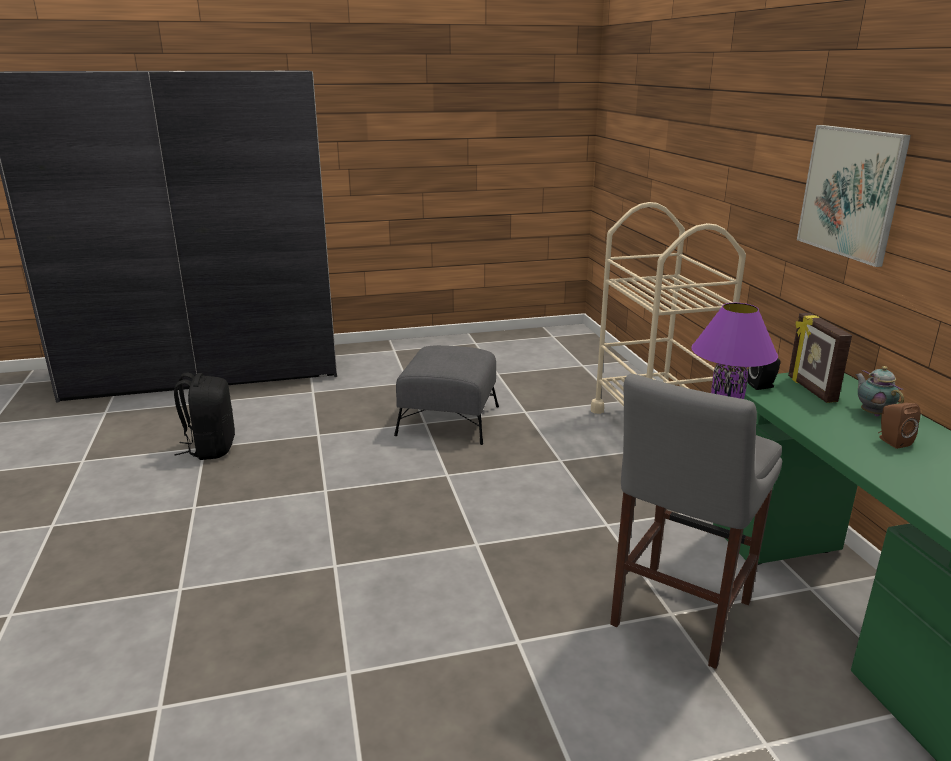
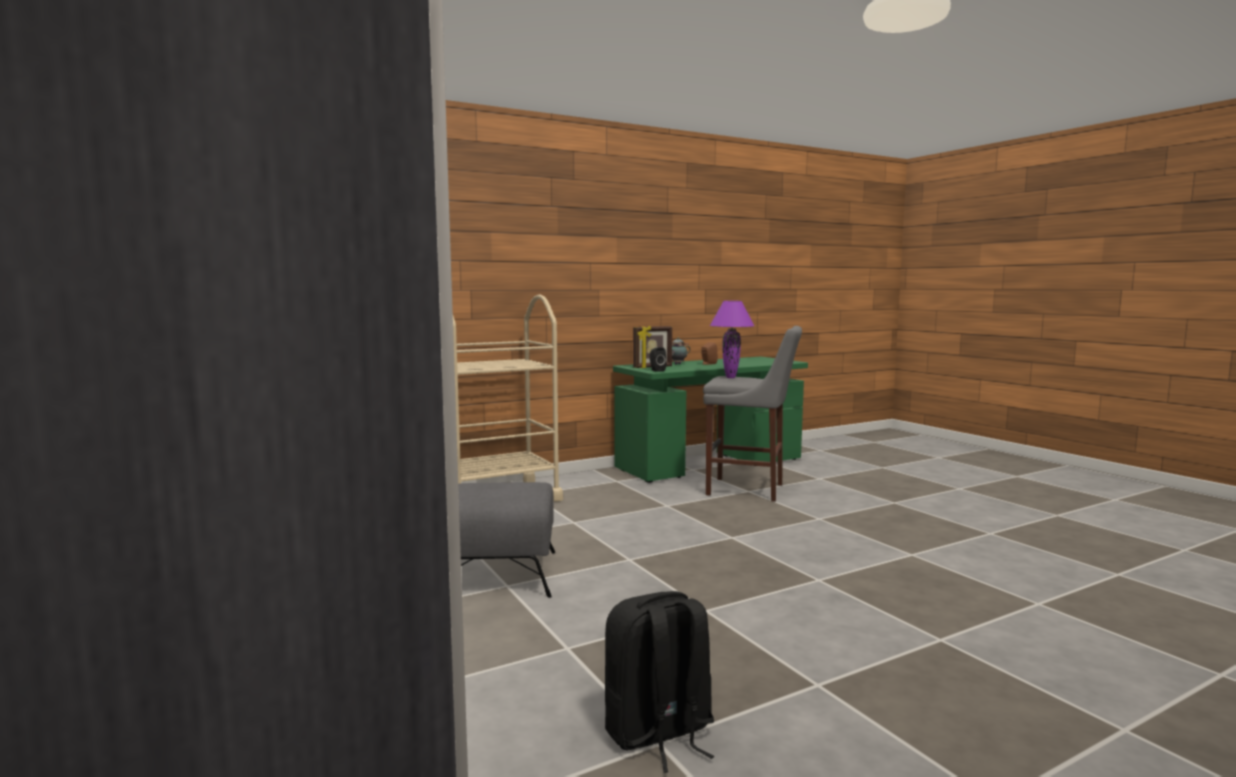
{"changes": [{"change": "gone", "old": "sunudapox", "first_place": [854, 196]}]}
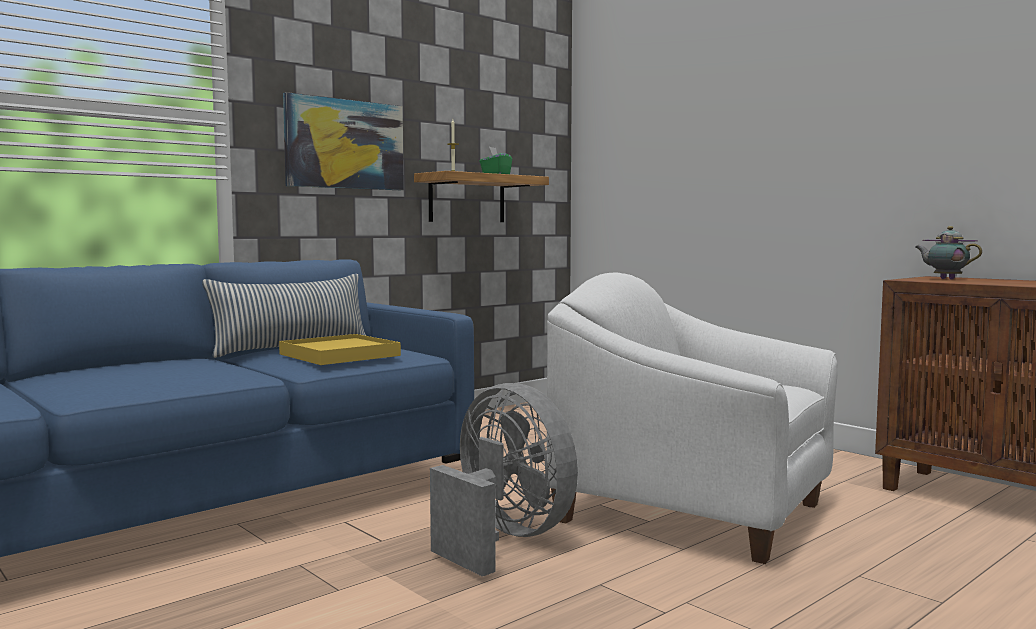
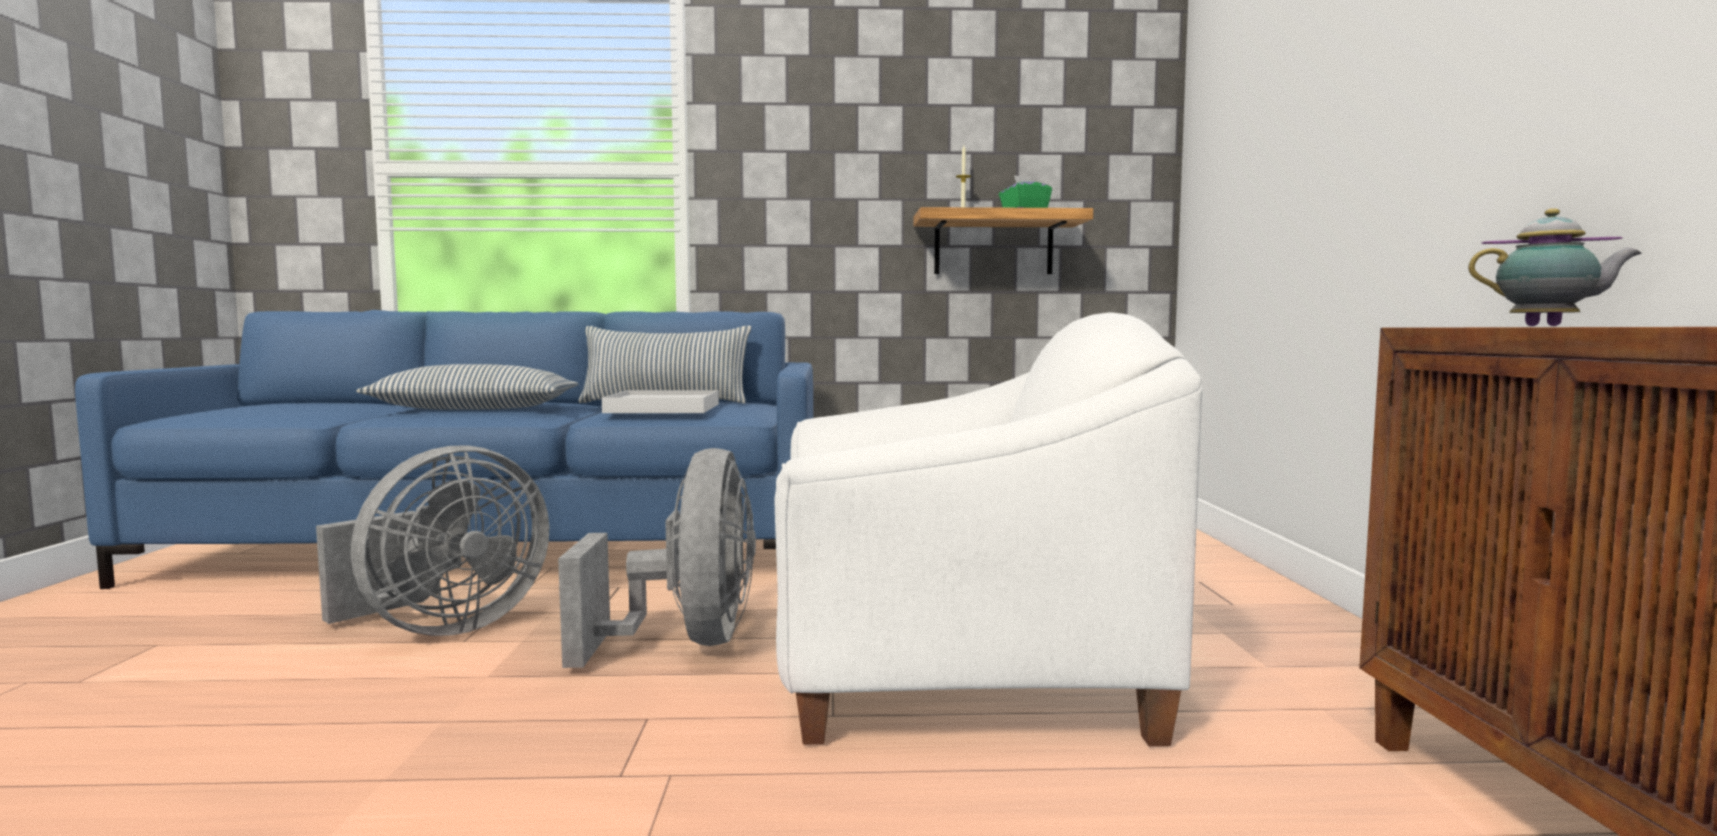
{"changes": [{"change": "repainted", "old": "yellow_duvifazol", "new": "white_duvifazol", "first_place": [340, 349], "second_place": [660, 401]}, {"change": "gone", "old": "sunudapox", "first_place": [343, 141]}, {"change": "rotated", "old": "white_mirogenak", "first_place": [692, 418], "second_place": [988, 529], "degrees": 105}, {"change": "rotated", "old": "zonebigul", "first_place": [948, 253], "second_place": [1555, 267], "degrees": 120}, {"change": "new", "new": "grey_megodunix", "second_place": [433, 540]}, {"change": "new", "new": "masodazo", "second_place": [467, 387]}]}
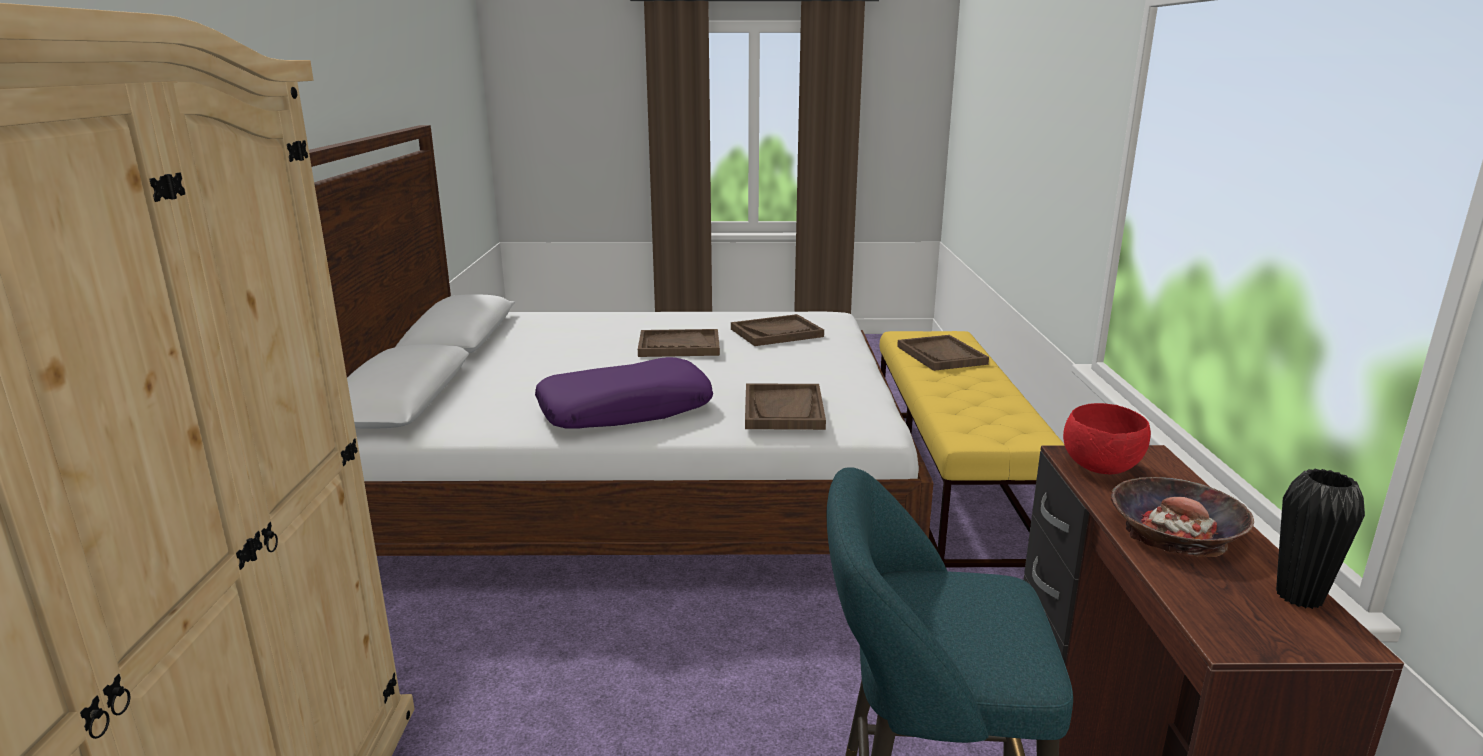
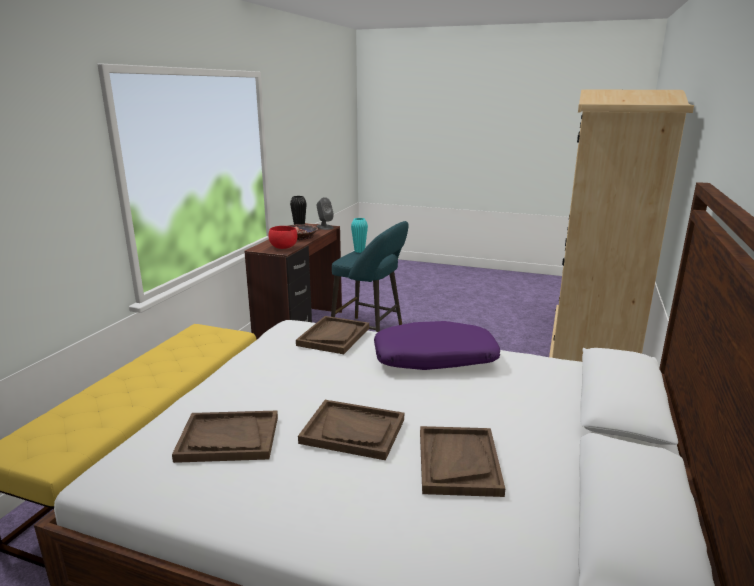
{"changes": [{"change": "shifted", "old": "brown_duvifazol", "first_place": [943, 353], "second_place": [462, 461]}, {"change": "new", "new": "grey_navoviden", "second_place": [325, 213]}, {"change": "new", "new": "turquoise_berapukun", "second_place": [359, 235]}]}
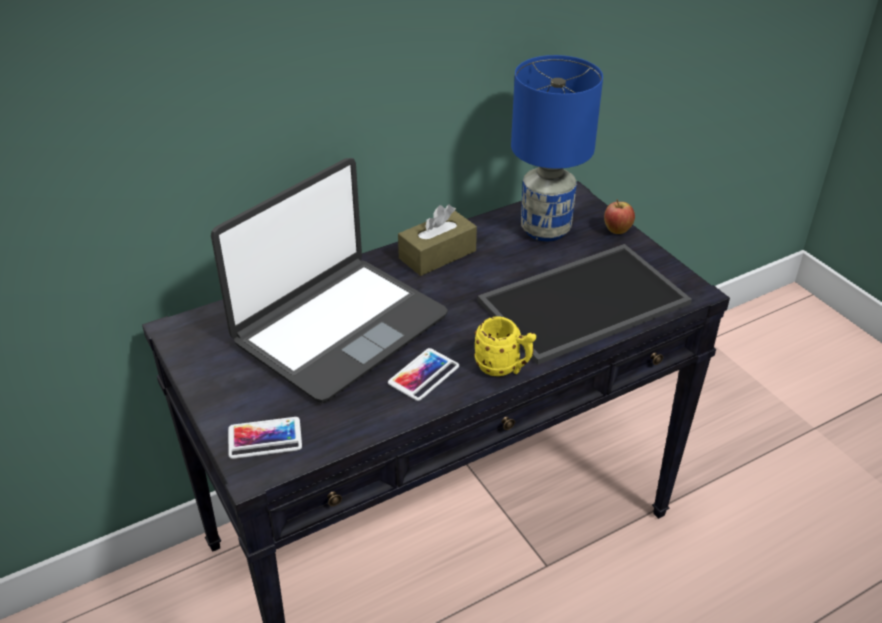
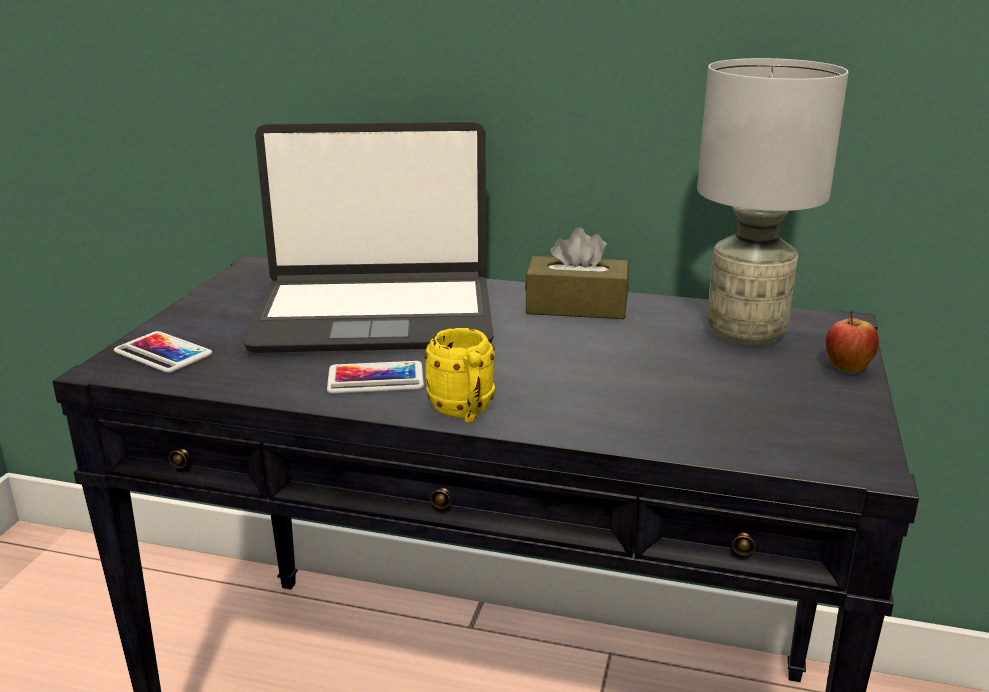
{"changes": [{"change": "gone", "old": "duvifazol", "first_place": [584, 304]}, {"change": "repainted", "old": "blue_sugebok", "new": "grey_sugebok", "first_place": [557, 148], "second_place": [773, 202]}]}
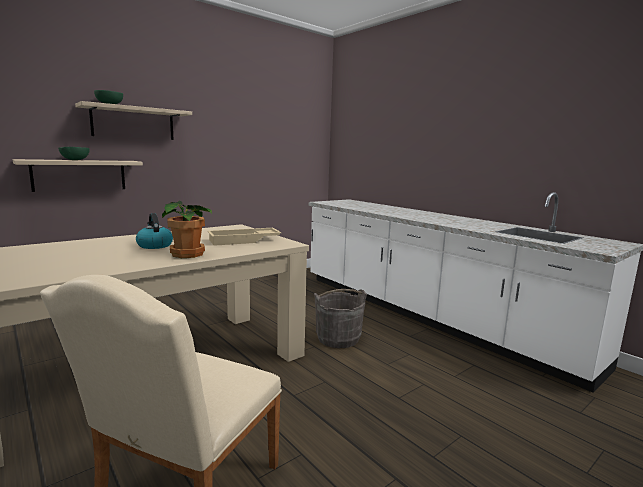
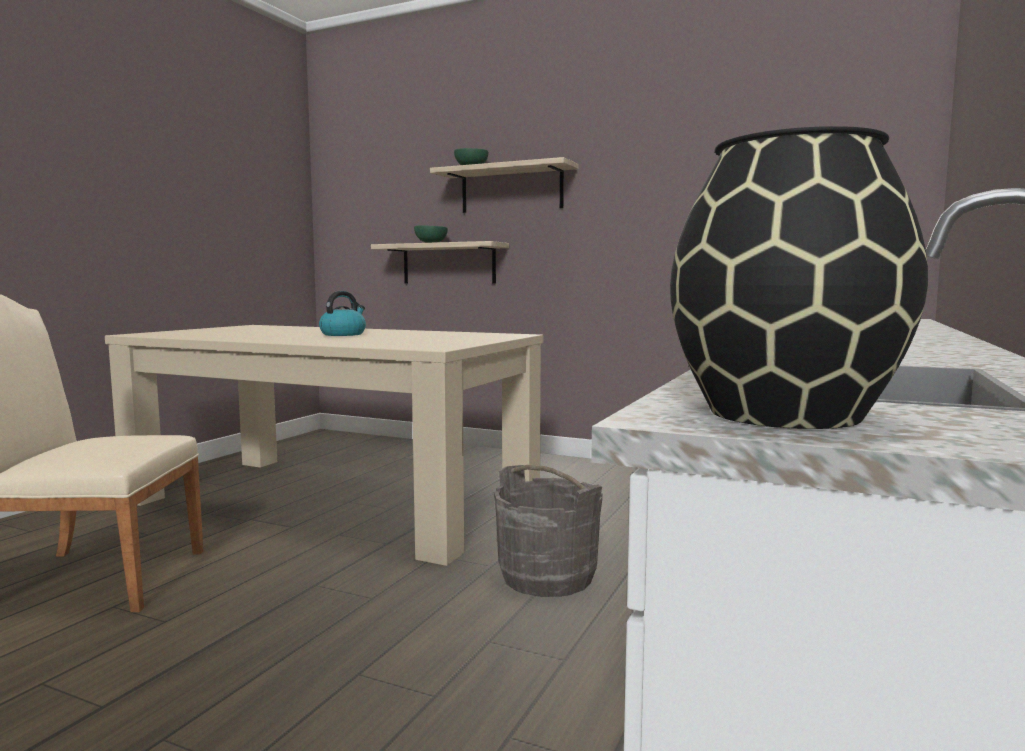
{"changes": [{"change": "gone", "old": "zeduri", "first_place": [187, 229]}, {"change": "gone", "old": "beige_duvifazol", "first_place": [244, 237]}, {"change": "new", "new": "black_berapukun", "second_place": [799, 277]}]}
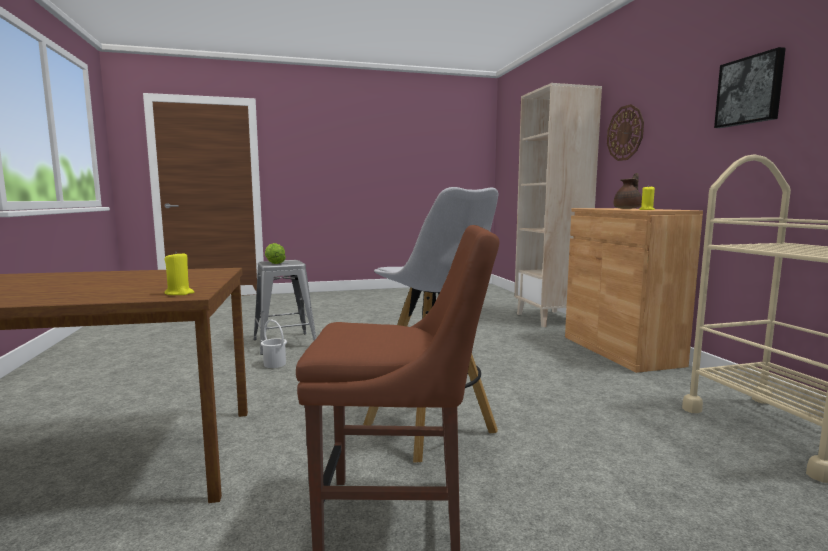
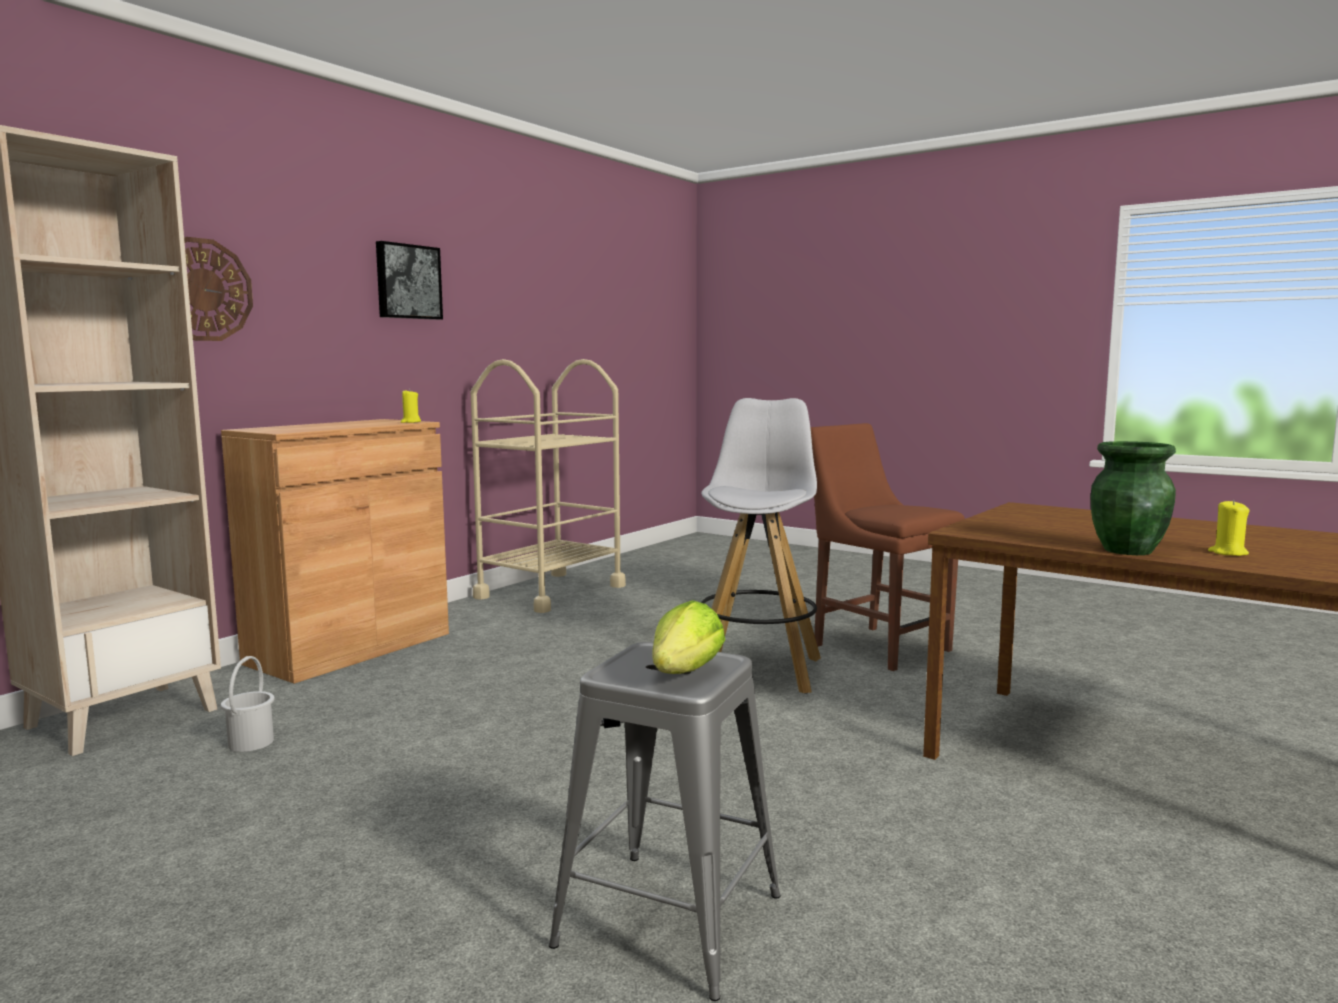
{"changes": [{"change": "shifted", "old": "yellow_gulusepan", "first_place": [179, 273], "second_place": [1229, 528]}, {"change": "shifted", "old": "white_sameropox", "first_place": [274, 343], "second_place": [248, 704]}, {"change": "gone", "old": "brown_zonebigul", "first_place": [628, 191]}, {"change": "new", "new": "green_berapukun", "second_place": [1133, 498]}]}
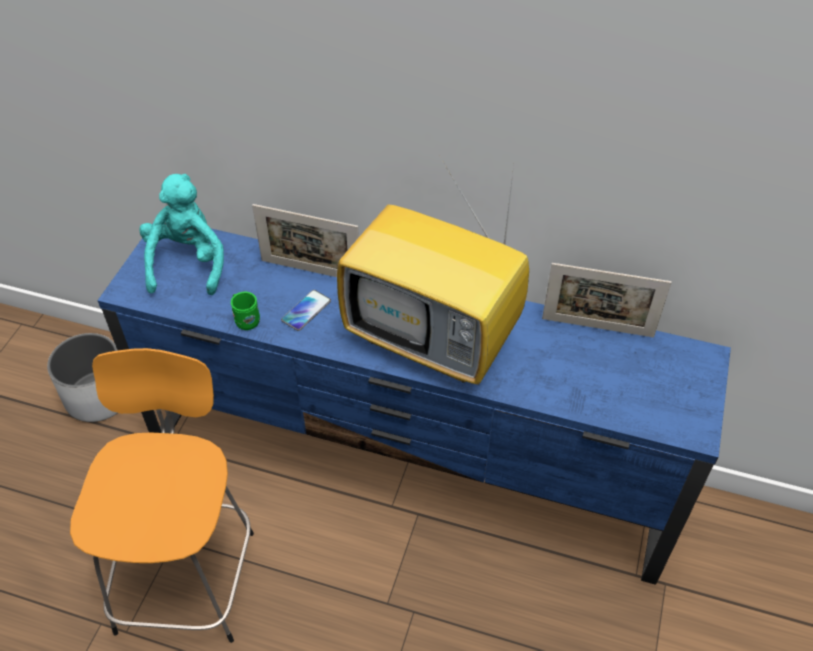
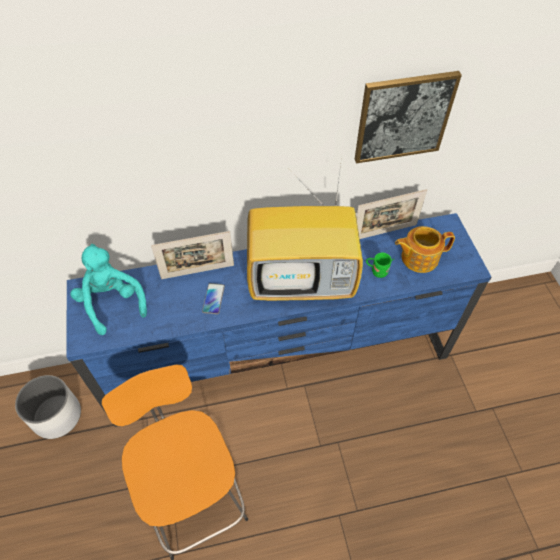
{"changes": [{"change": "shifted", "old": "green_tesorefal", "first_place": [245, 311], "second_place": [380, 265]}, {"change": "new", "new": "sunudapox", "second_place": [408, 117]}, {"change": "new", "new": "zonebigul", "second_place": [425, 249]}]}
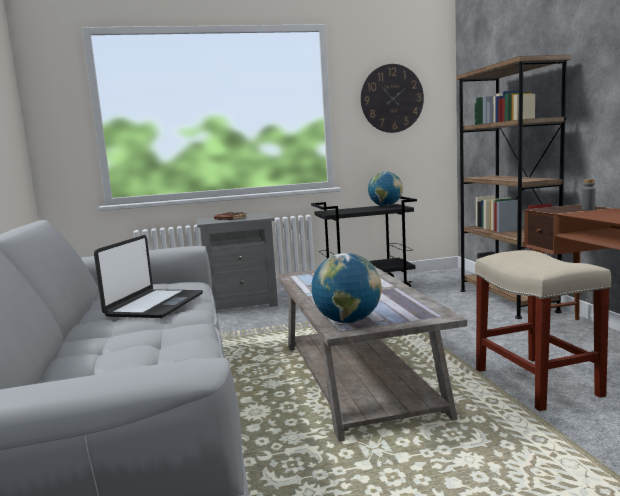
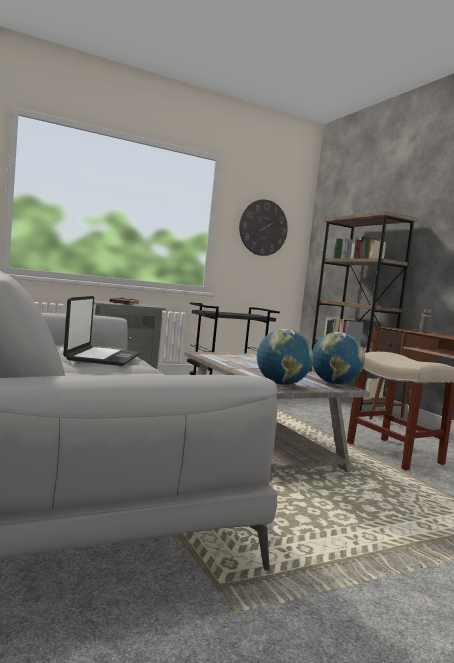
{"changes": [{"change": "shifted", "old": "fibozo", "first_place": [385, 188], "second_place": [338, 358]}]}
